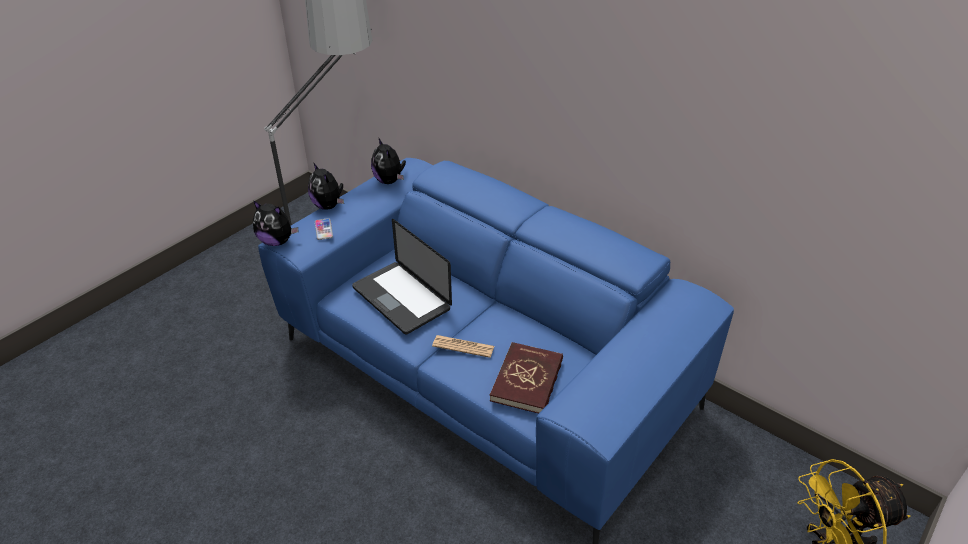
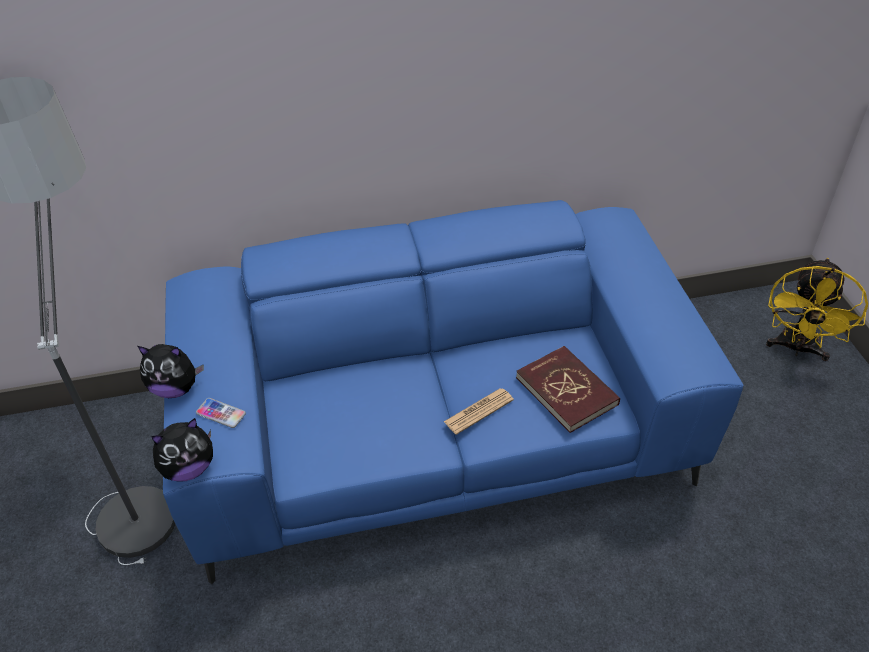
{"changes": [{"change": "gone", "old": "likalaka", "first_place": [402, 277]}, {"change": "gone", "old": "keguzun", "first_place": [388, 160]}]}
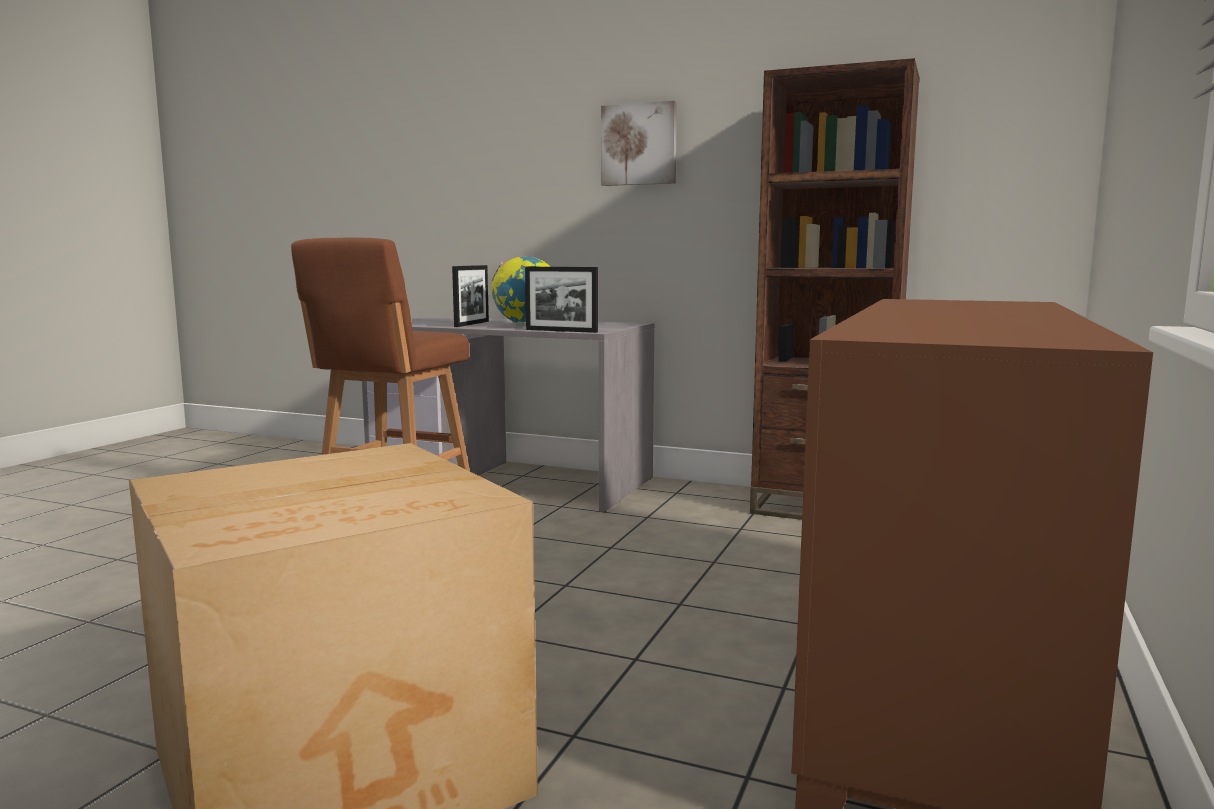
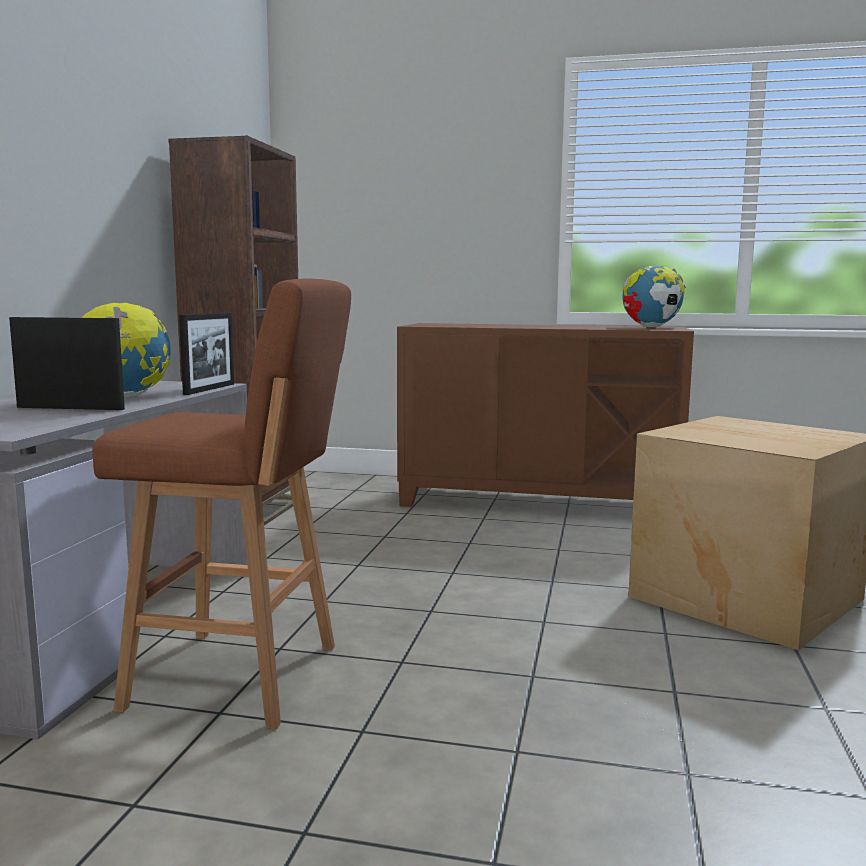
{"changes": [{"change": "gone", "old": "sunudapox", "first_place": [639, 143]}, {"change": "new", "new": "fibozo", "second_place": [654, 296]}]}
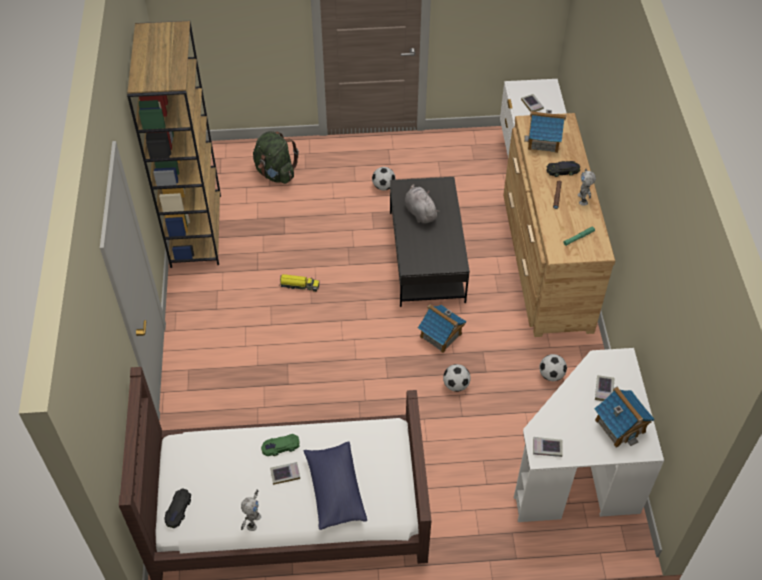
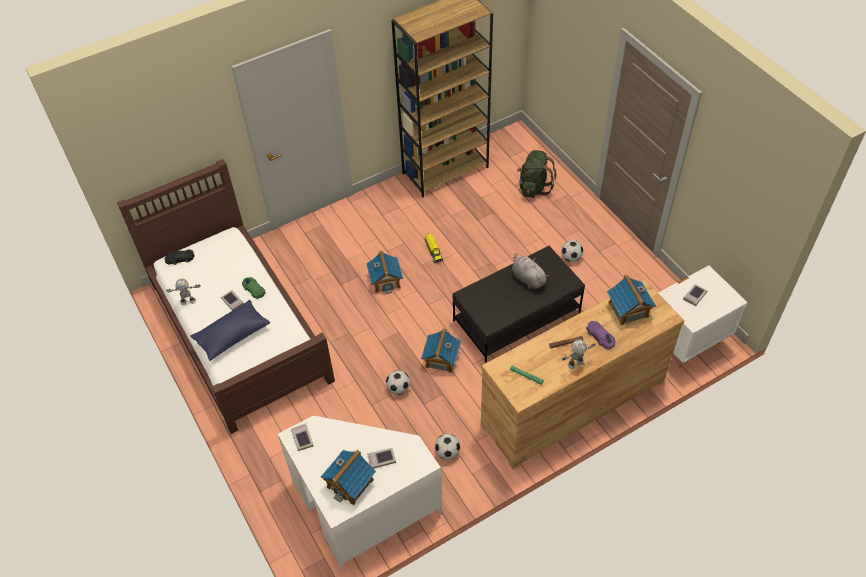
{"changes": [{"change": "rotated", "old": "grey_keguzun", "first_place": [422, 204], "second_place": [530, 271], "degrees": -75}, {"change": "repainted", "old": "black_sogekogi", "new": "purple_sogekogi", "first_place": [563, 169], "second_place": [600, 335]}, {"change": "new", "new": "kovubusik", "second_place": [384, 272]}]}
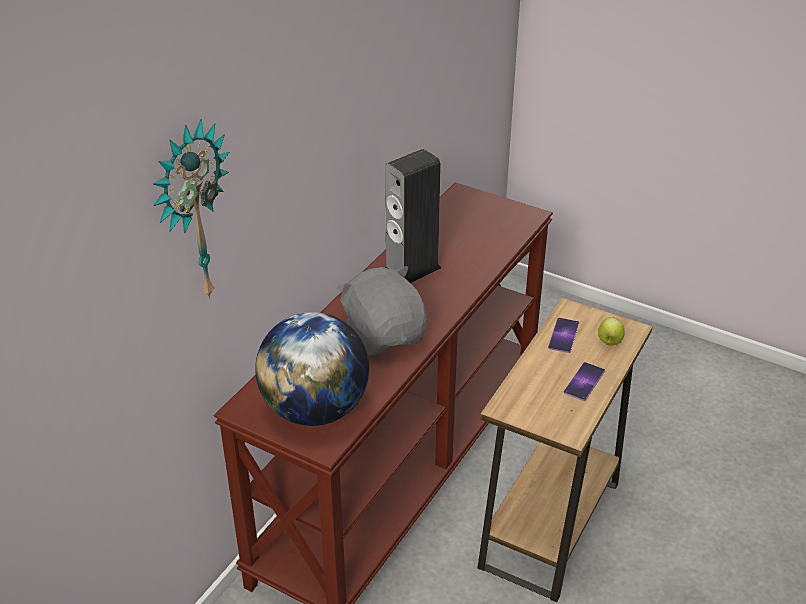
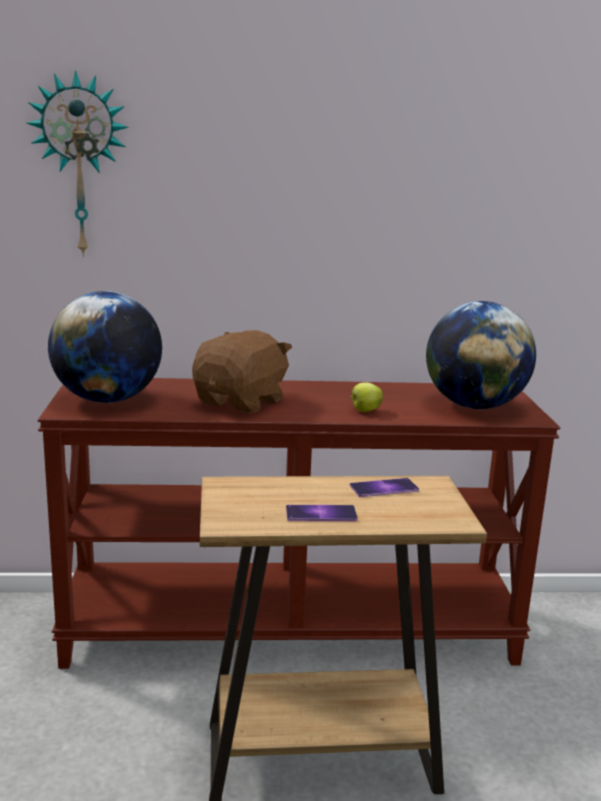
{"changes": [{"change": "repainted", "old": "grey_keguzun", "new": "brown_keguzun", "first_place": [382, 311], "second_place": [242, 371]}, {"change": "gone", "old": "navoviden", "first_place": [413, 216]}, {"change": "shifted", "old": "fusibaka", "first_place": [611, 331], "second_place": [366, 397]}, {"change": "new", "new": "fibozo", "second_place": [481, 355]}]}
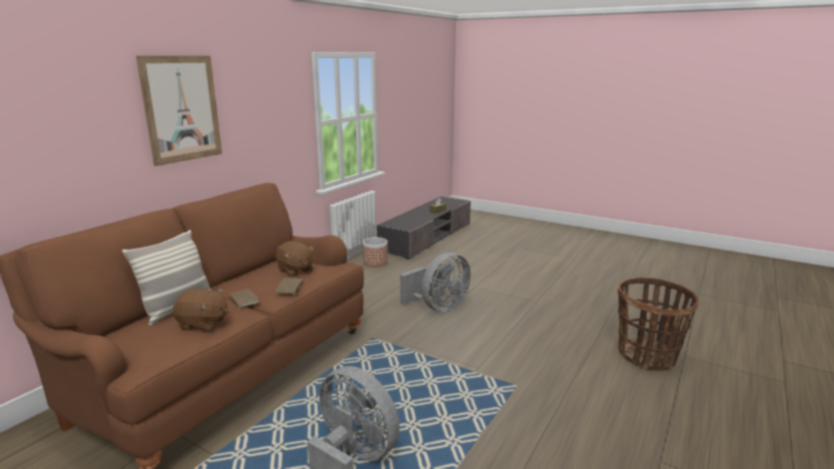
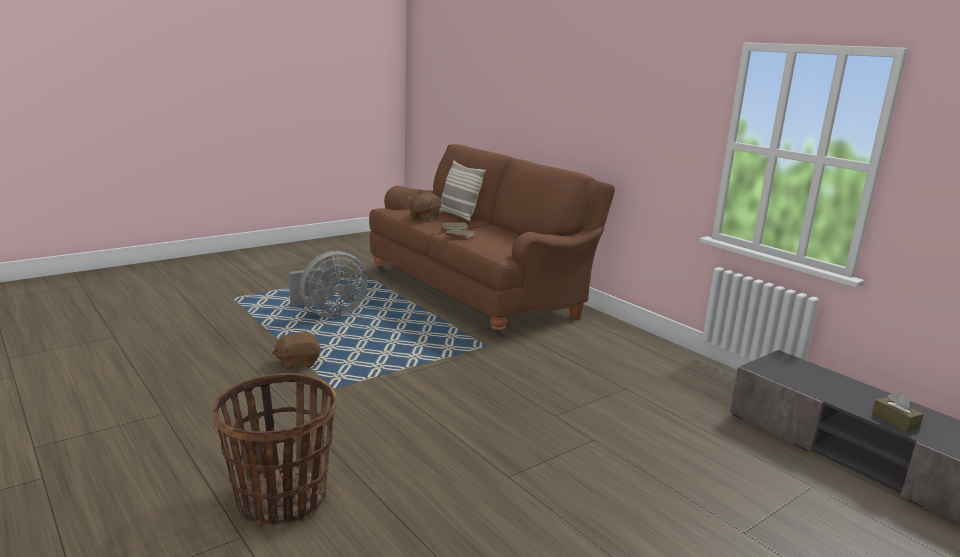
{"changes": [{"change": "gone", "old": "sunudapox", "first_place": [179, 111]}, {"change": "shifted", "old": "brown_keguzun", "first_place": [294, 259], "second_place": [296, 351]}, {"change": "gone", "old": "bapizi", "first_place": [375, 252]}, {"change": "gone", "old": "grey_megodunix", "first_place": [435, 282]}]}
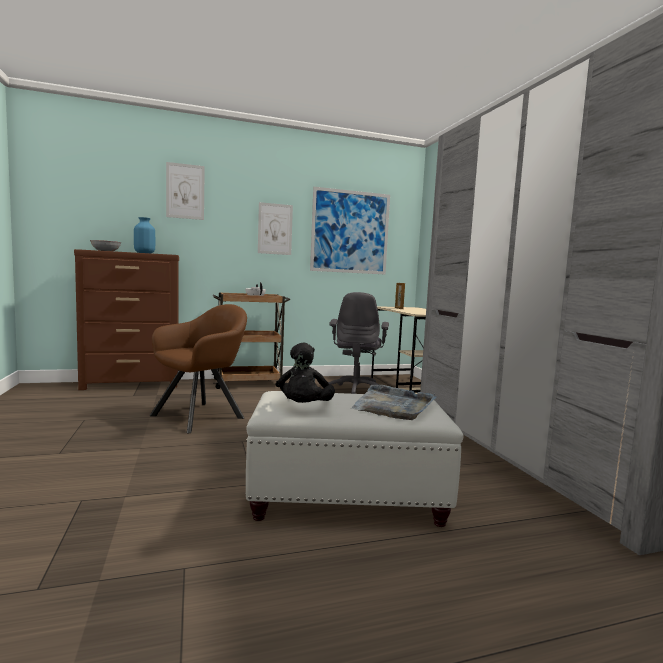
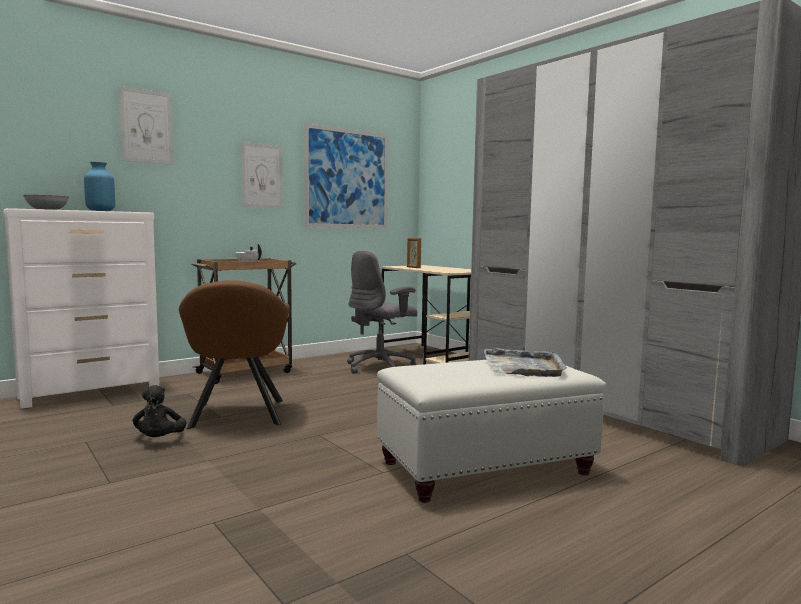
{"changes": [{"change": "repainted", "old": "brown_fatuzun", "new": "white_fatuzun", "first_place": [126, 319], "second_place": [81, 308]}, {"change": "rotated", "old": "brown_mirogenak", "first_place": [198, 369], "second_place": [234, 354], "degrees": 150}, {"change": "shifted", "old": "black_keguzun", "first_place": [306, 373], "second_place": [159, 411]}, {"change": "rotated", "old": "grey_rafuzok", "first_place": [358, 343], "second_place": [382, 312], "degrees": 60}]}
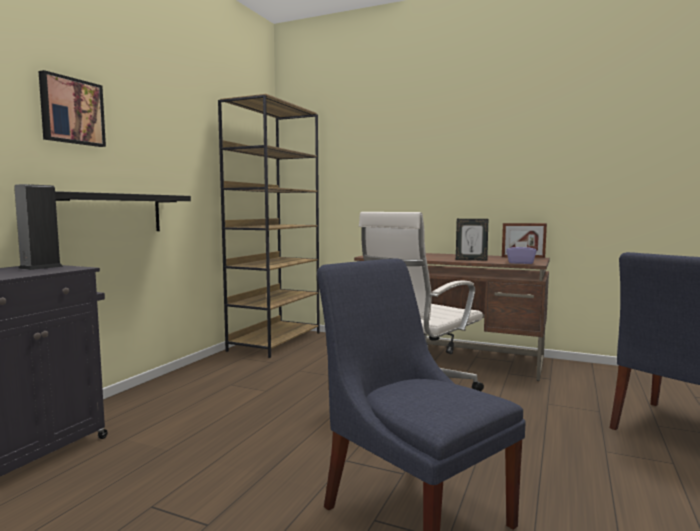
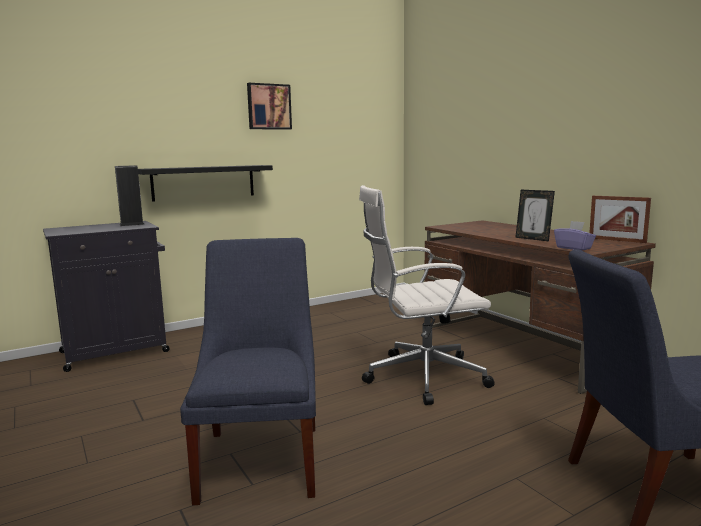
{"changes": [{"change": "shifted", "old": "sunudapox", "first_place": [72, 108], "second_place": [269, 106]}, {"change": "gone", "old": "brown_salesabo", "first_place": [269, 226]}]}
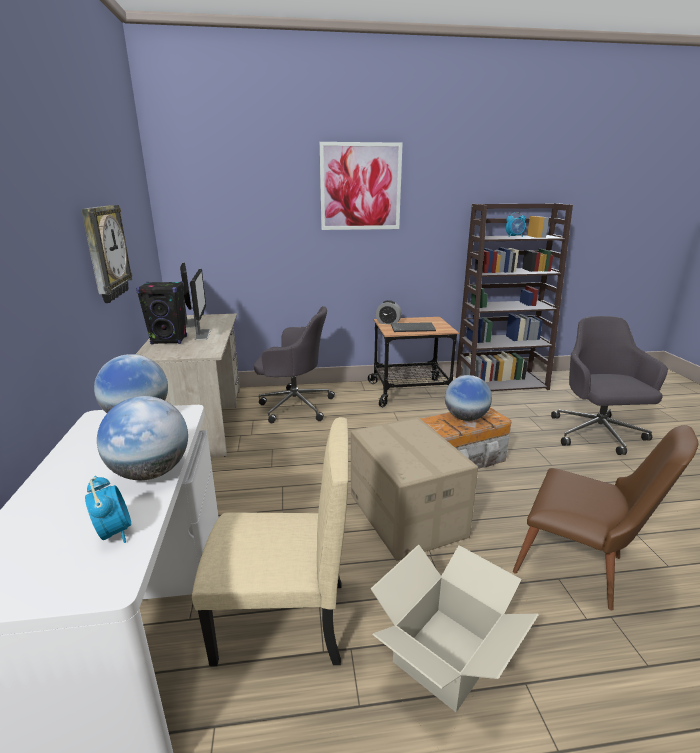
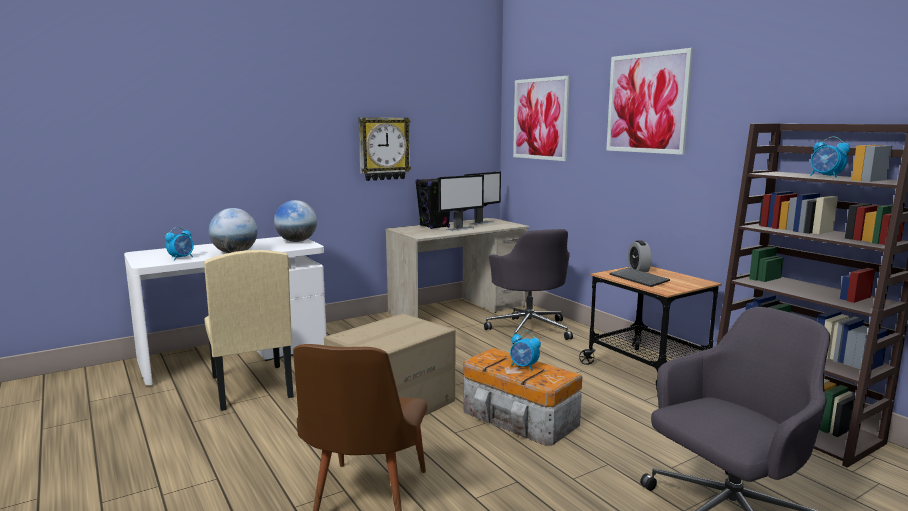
{"changes": [{"change": "gone", "old": "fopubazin", "first_place": [455, 628]}, {"change": "swapped", "old": "fibozo", "new": "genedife", "first_place": [468, 398], "second_place": [525, 351]}, {"change": "new", "new": "sunudapox", "second_place": [541, 118]}]}
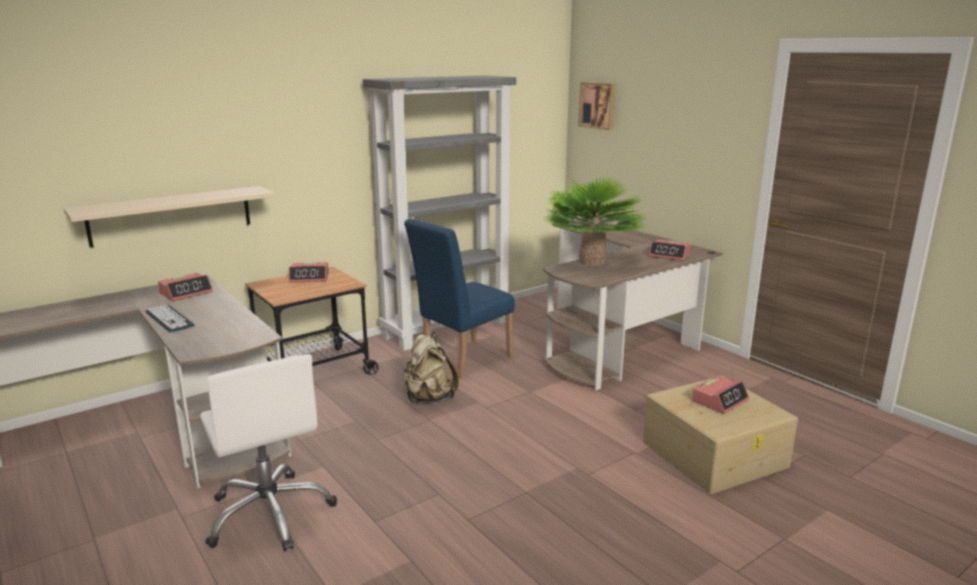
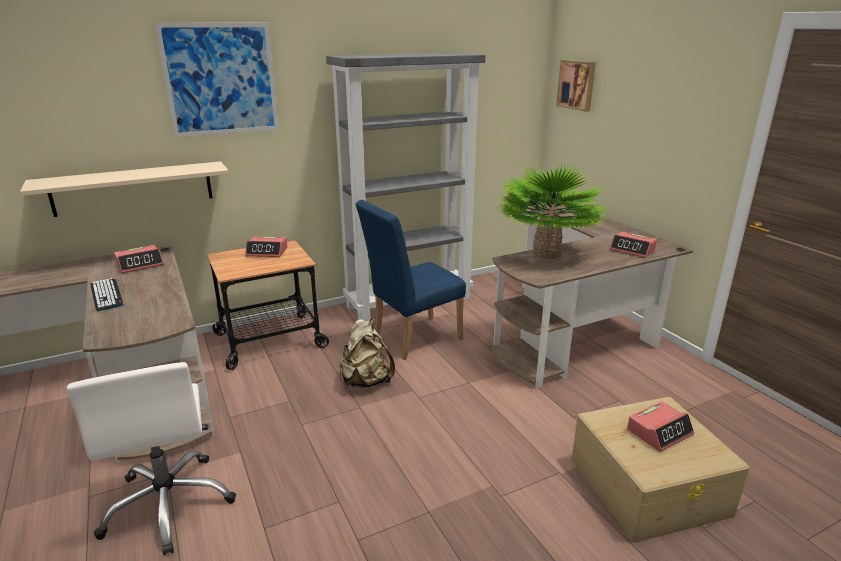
{"changes": [{"change": "new", "new": "sunudapox", "second_place": [217, 80]}]}
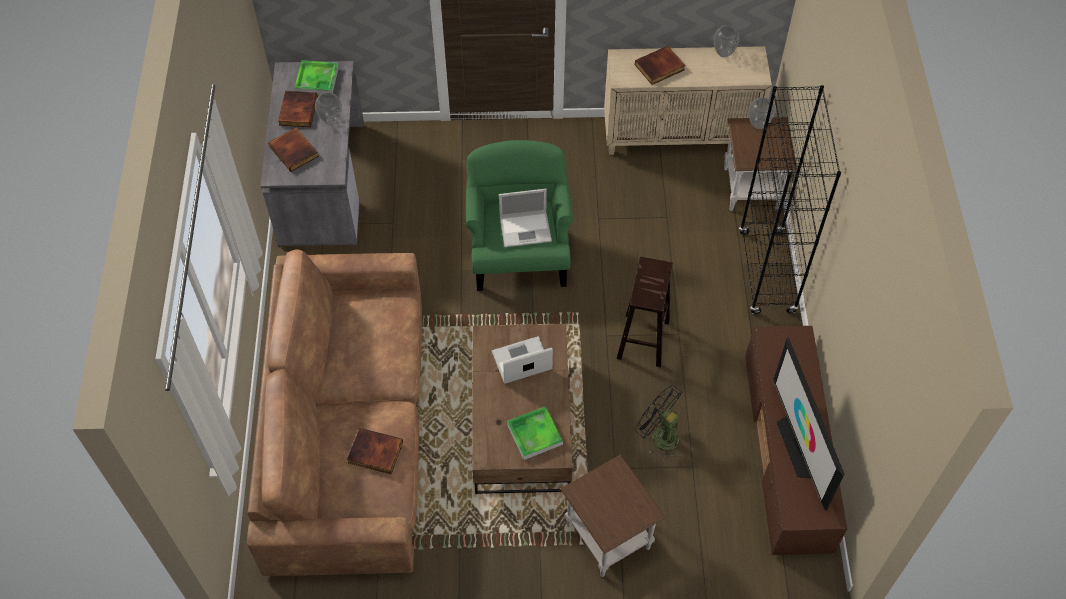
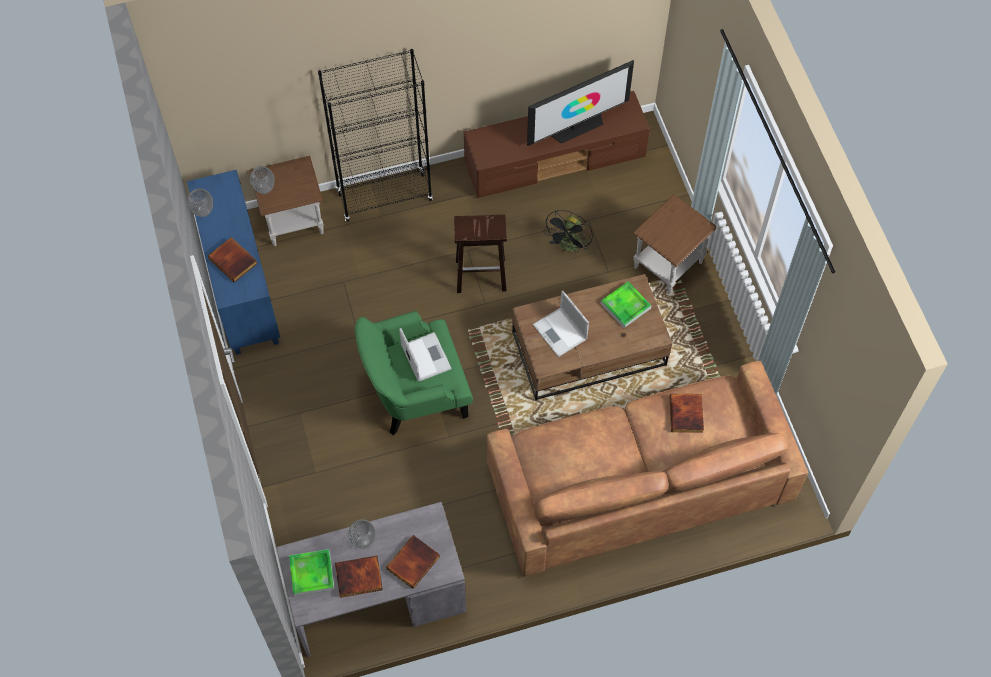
{"changes": [{"change": "repainted", "old": "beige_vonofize", "new": "blue_vonofize", "first_place": [688, 100], "second_place": [233, 262]}]}
